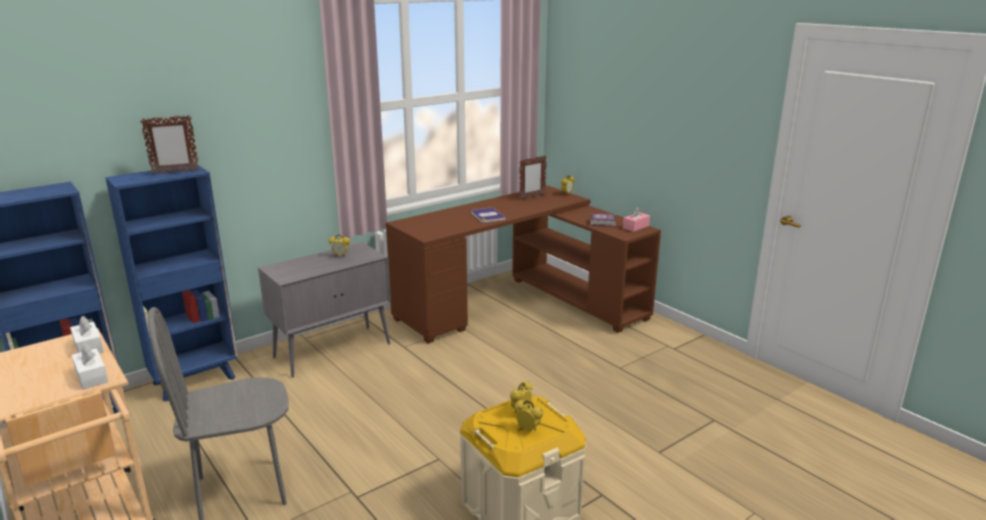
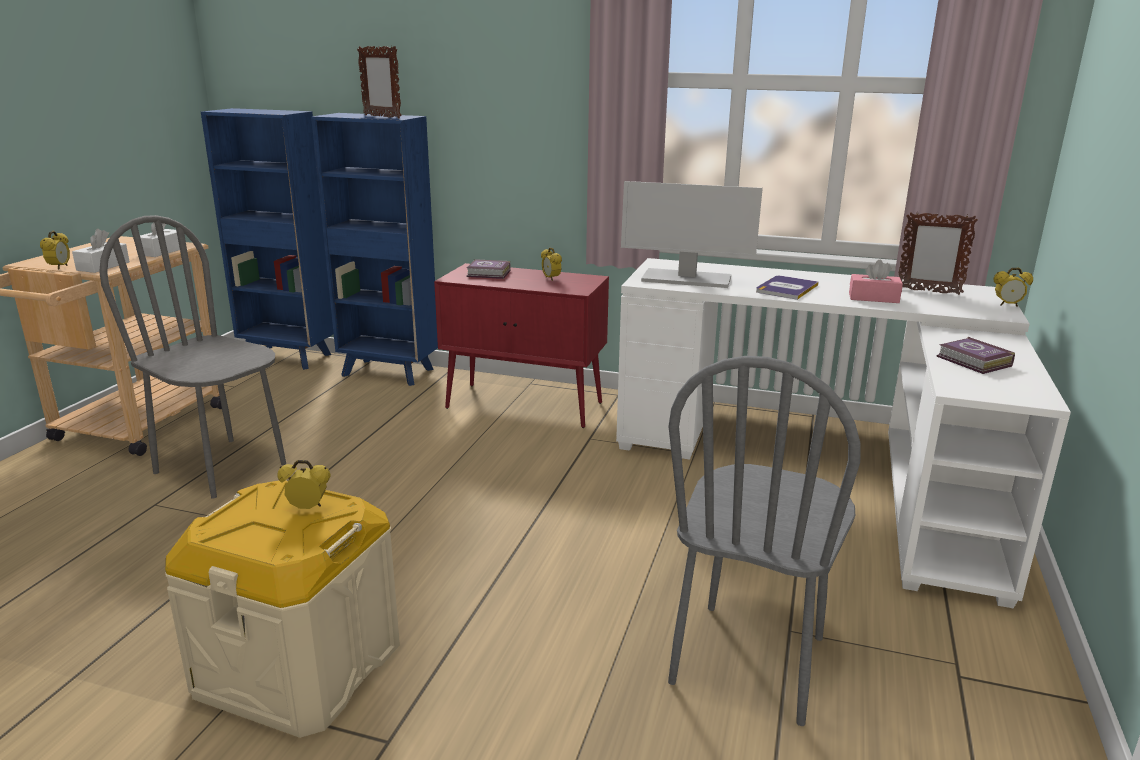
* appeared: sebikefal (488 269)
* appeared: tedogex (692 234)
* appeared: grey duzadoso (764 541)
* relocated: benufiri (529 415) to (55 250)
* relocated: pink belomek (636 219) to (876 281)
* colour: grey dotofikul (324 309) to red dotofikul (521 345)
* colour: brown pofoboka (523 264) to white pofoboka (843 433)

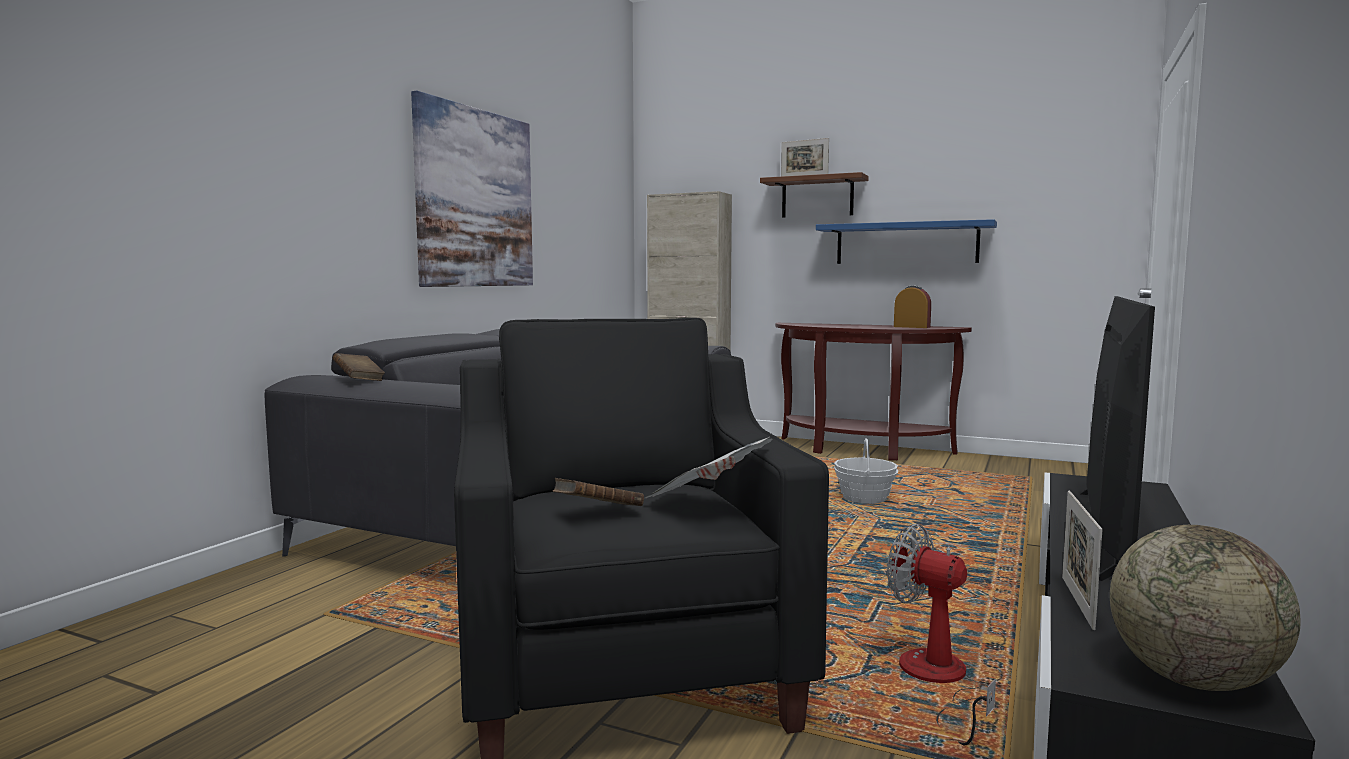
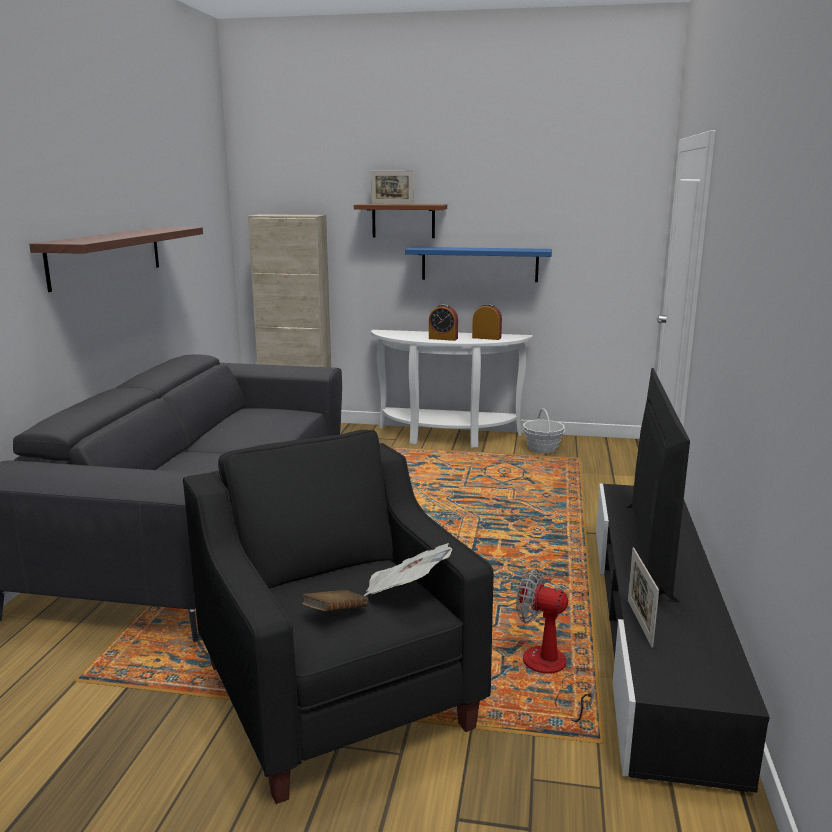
* missing: brown sebikefal (359 367)
* missing: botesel (1205 608)
* appeared: benufiri (443 322)
* relocated: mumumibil (866 471) to (544 430)
* exchanged: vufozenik (472 189) to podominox (116 259)
* colour: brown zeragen (873 391) to white zeragen (452 389)

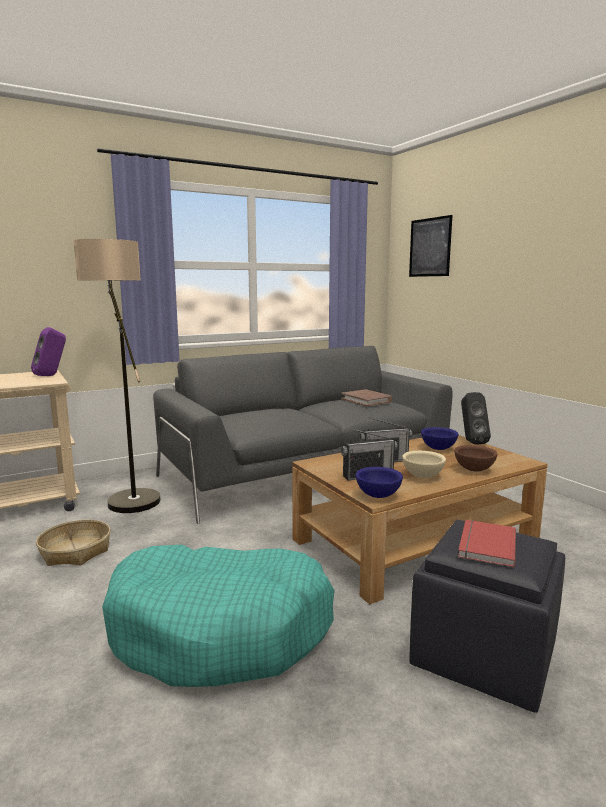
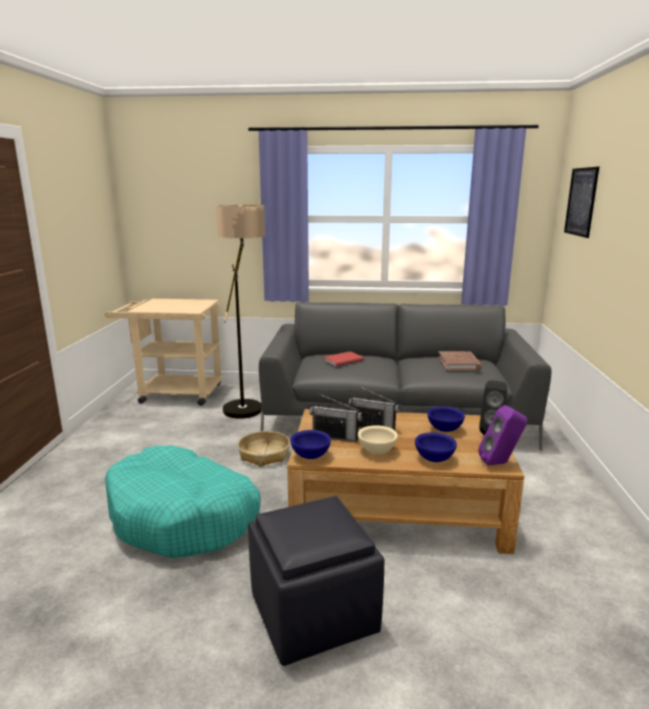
* relocated: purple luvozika (48 351) to (502 435)
* relocated: mumumibil (73 543) to (264 449)
* relocated: red sebikefal (487 543) to (343 359)
* colour: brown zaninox (475 458) to blue zaninox (436 447)

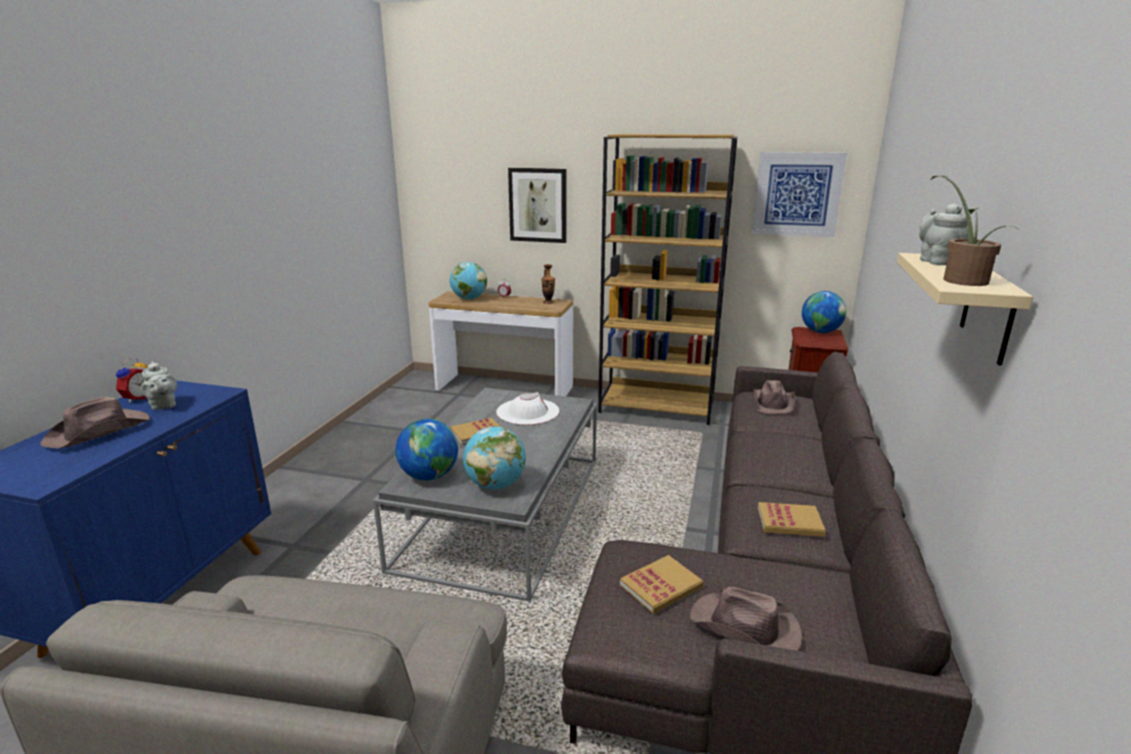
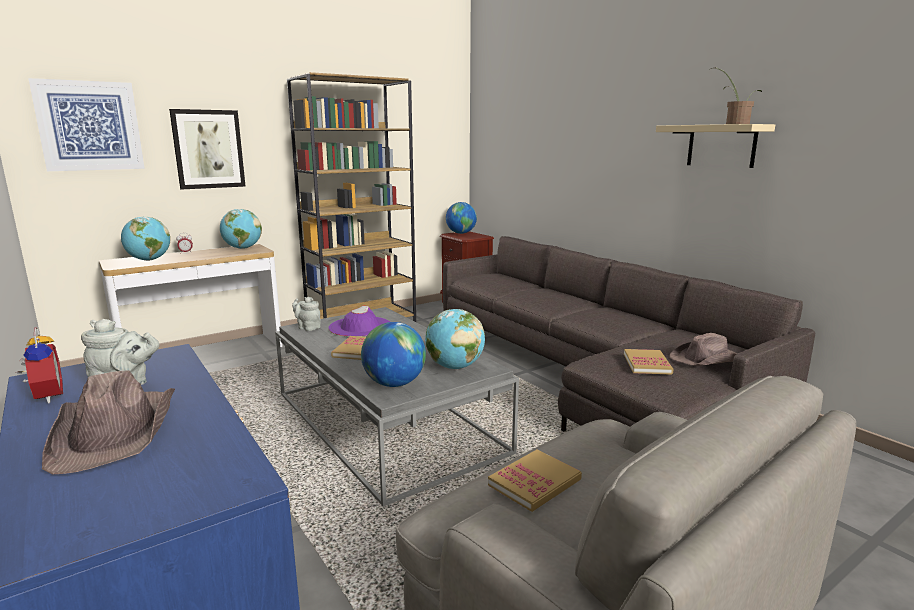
* missing: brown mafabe (774 397)
* relocated: vufozenik (799 194) to (86 124)
* relocated: sebikefal (792 519) to (535 480)
* relocated: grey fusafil (943 234) to (306 314)
* exchanged: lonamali (548 284) to botesel (241 229)
* colour: white mafabe (527 408) to purple mafabe (359 321)

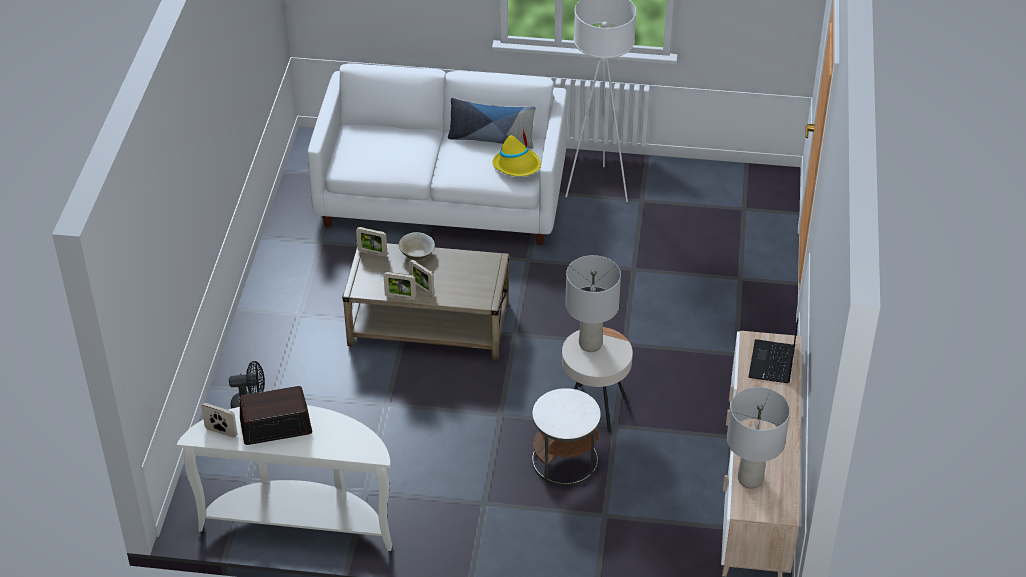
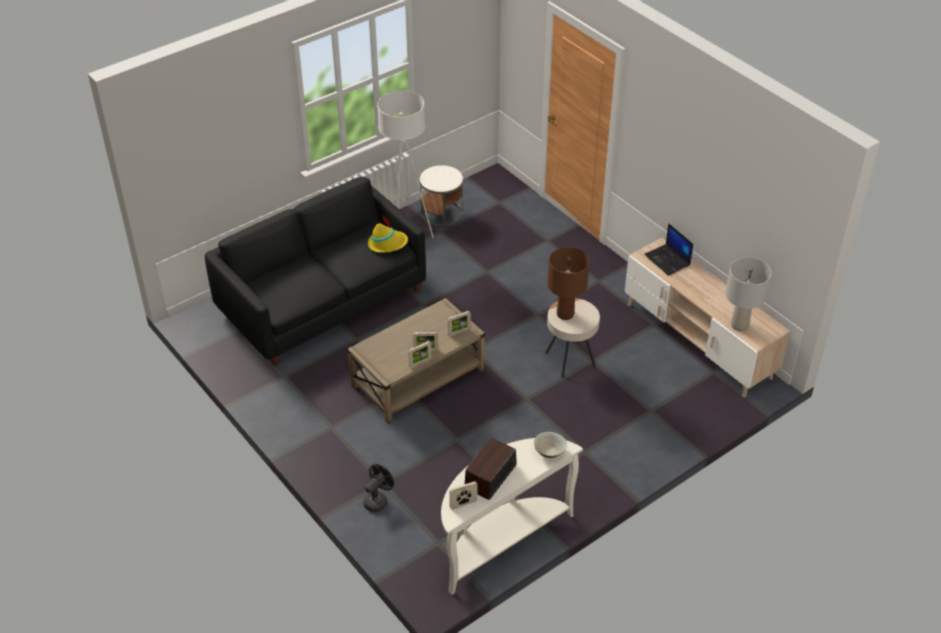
* missing: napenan (492 123)
* relocated: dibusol (371 242) to (459 323)
* relocated: beige zaninox (417 246) to (550 445)
* relocated: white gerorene (566 437) to (441 196)
* colour: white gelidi (437 154) to black gelidi (315 271)
* colour: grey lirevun (593 303) to brown lirevun (569 283)

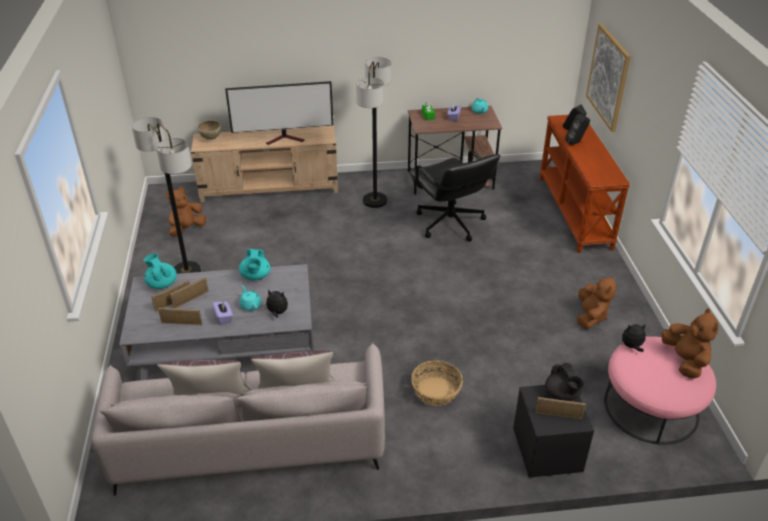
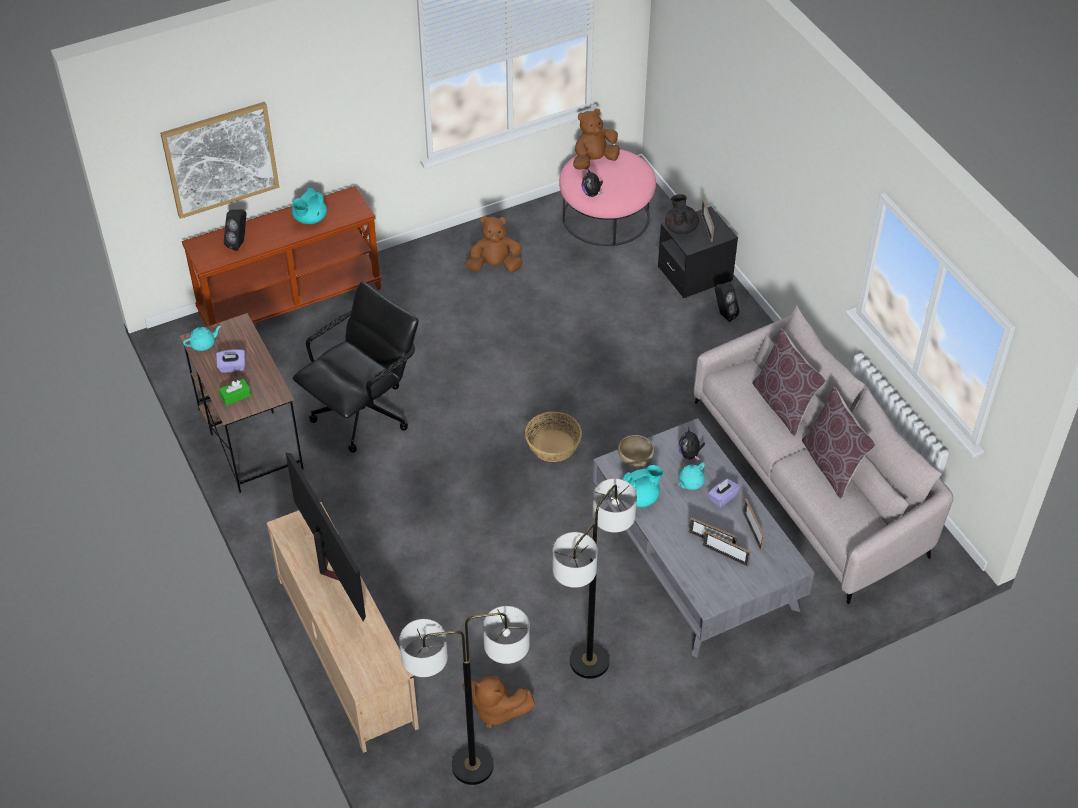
* relocated: turquoise fusafil (160 271) to (309 206)
* relocated: brown zaninox (210 130) to (636 451)
* relocated: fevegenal (373 132) to (464 695)
* relocated: mumumibil (437 383) to (553 437)
* relocated: black luvozika (577 129) to (727 302)
* spun: black fusafil (564 382) = (682 214) 60 degrees counterclockwise

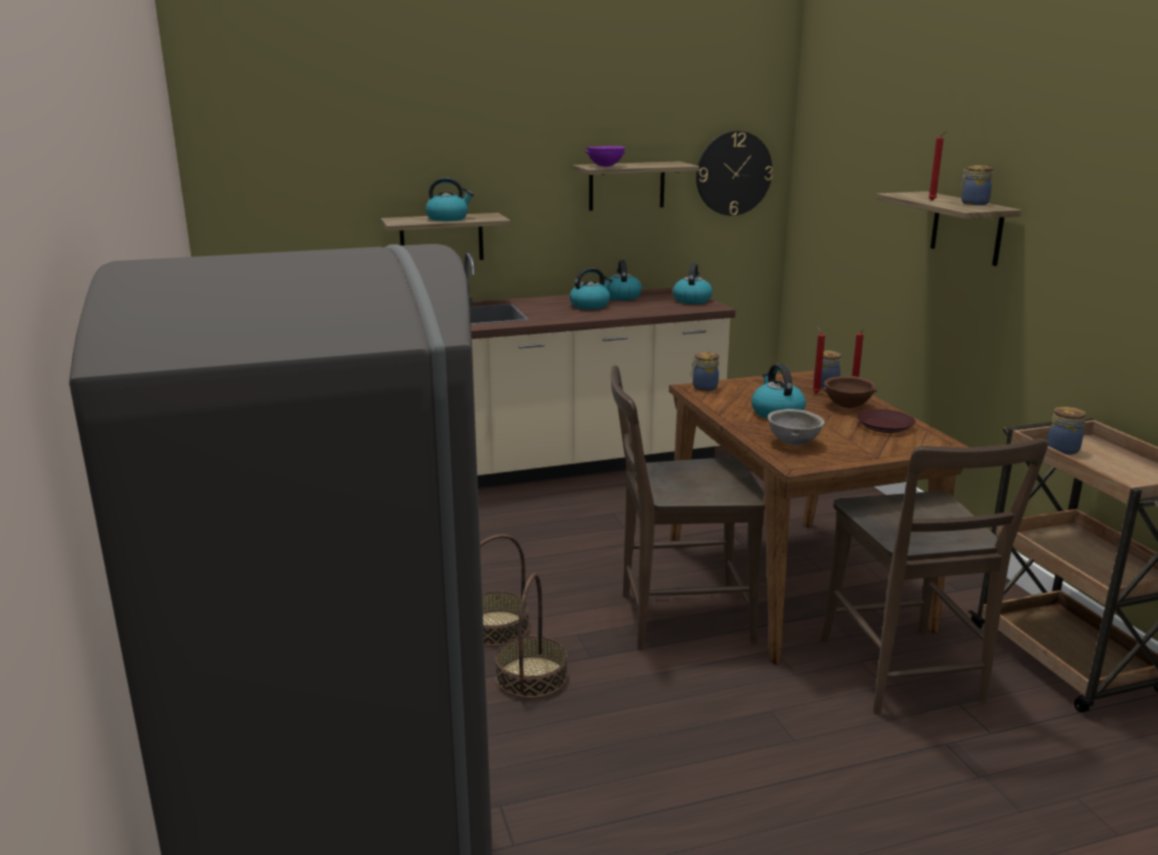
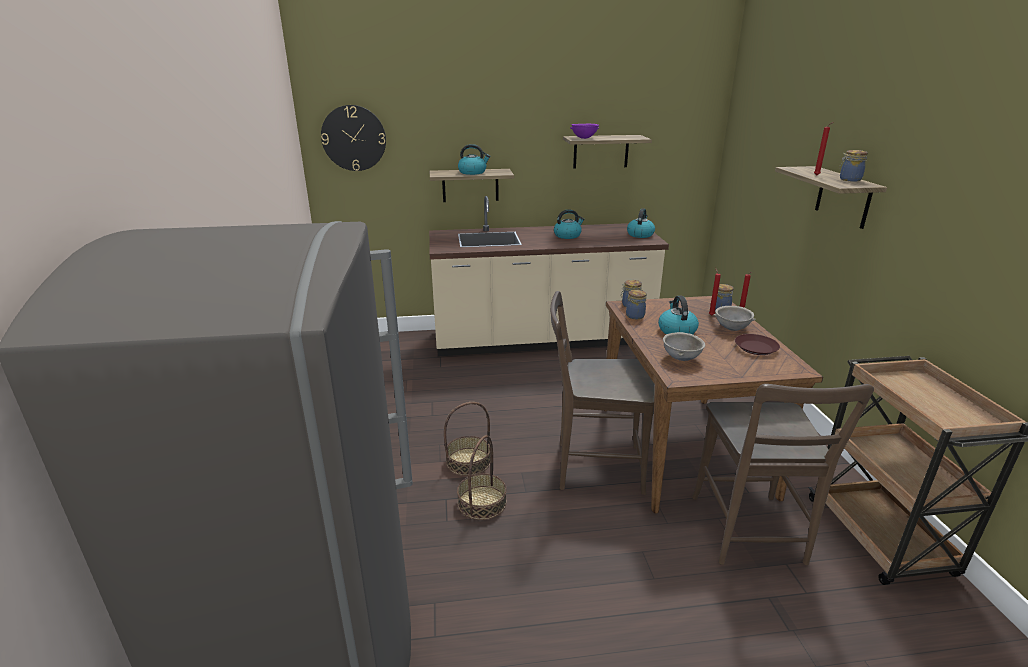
* missing: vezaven (625 280)
* relocated: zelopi (734 173) to (353 138)
* relocated: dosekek (1066 431) to (636 304)
* colour: brown zaninox (850 392) to grey zaninox (735 318)

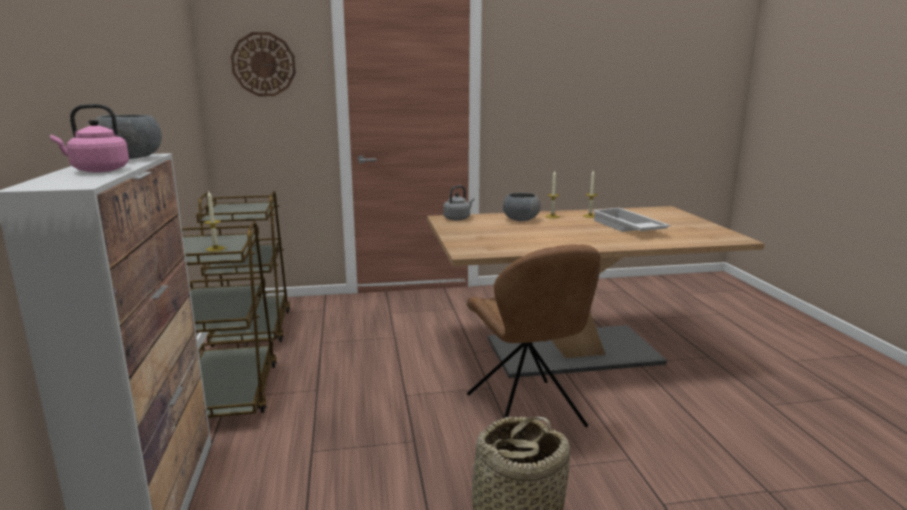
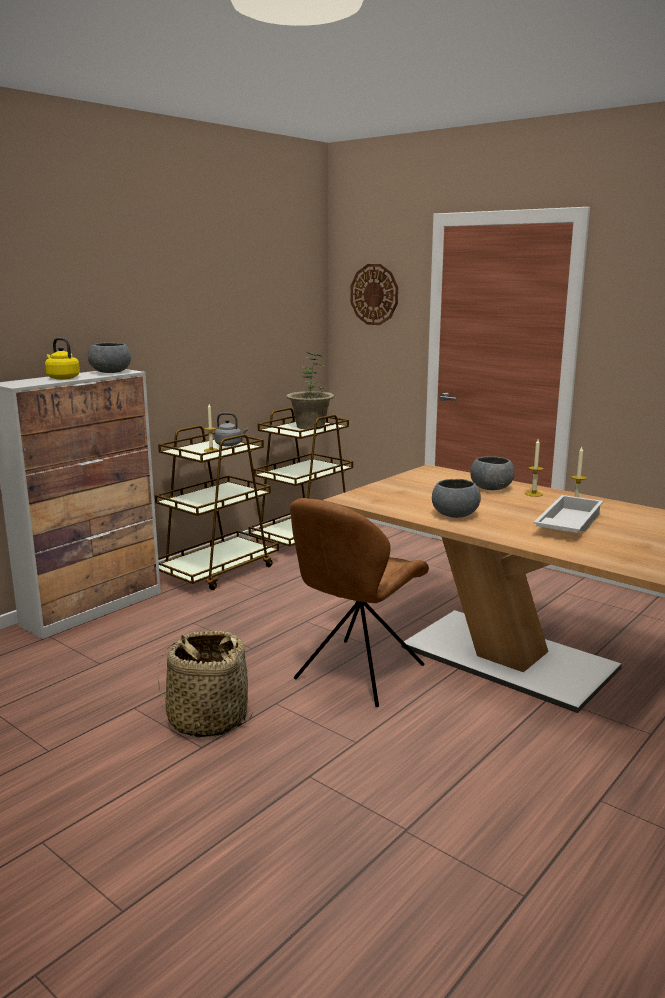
* appeared: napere (310 391)
* appeared: grey zaninox (456 498)
* relocated: grey vezaven (458 203) to (231 429)
* colour: pink vezaven (89 138) to yellow vezaven (62 359)

